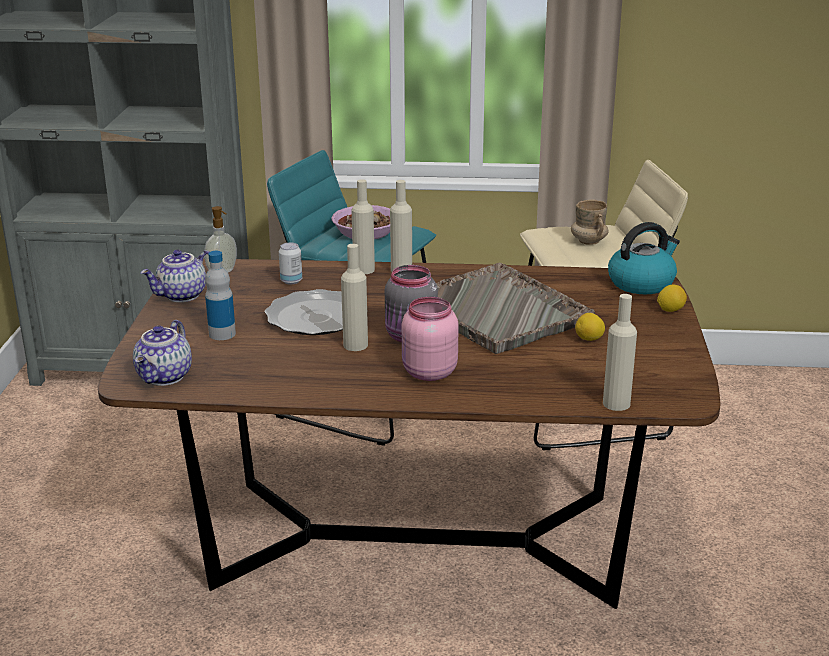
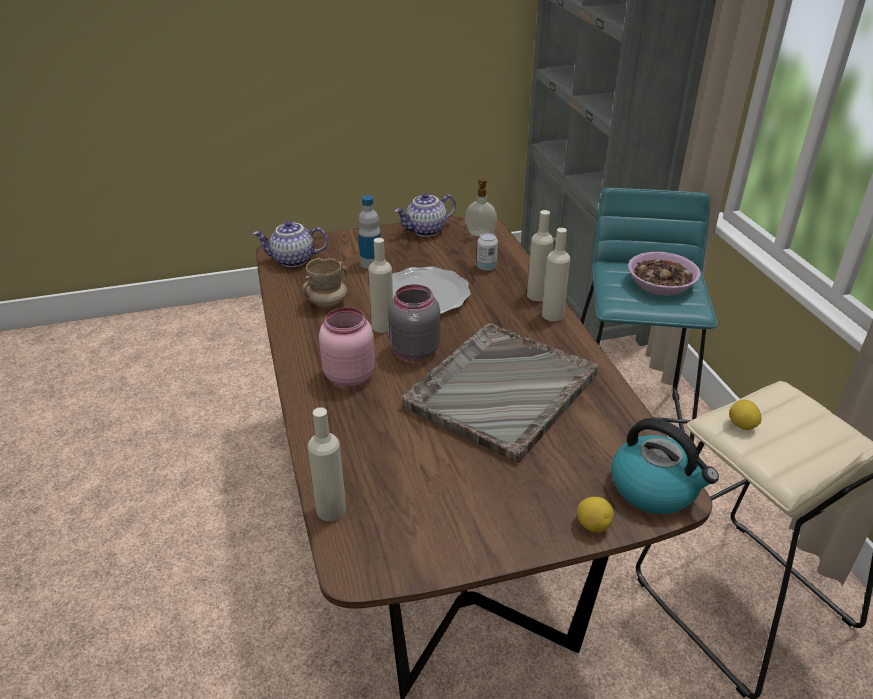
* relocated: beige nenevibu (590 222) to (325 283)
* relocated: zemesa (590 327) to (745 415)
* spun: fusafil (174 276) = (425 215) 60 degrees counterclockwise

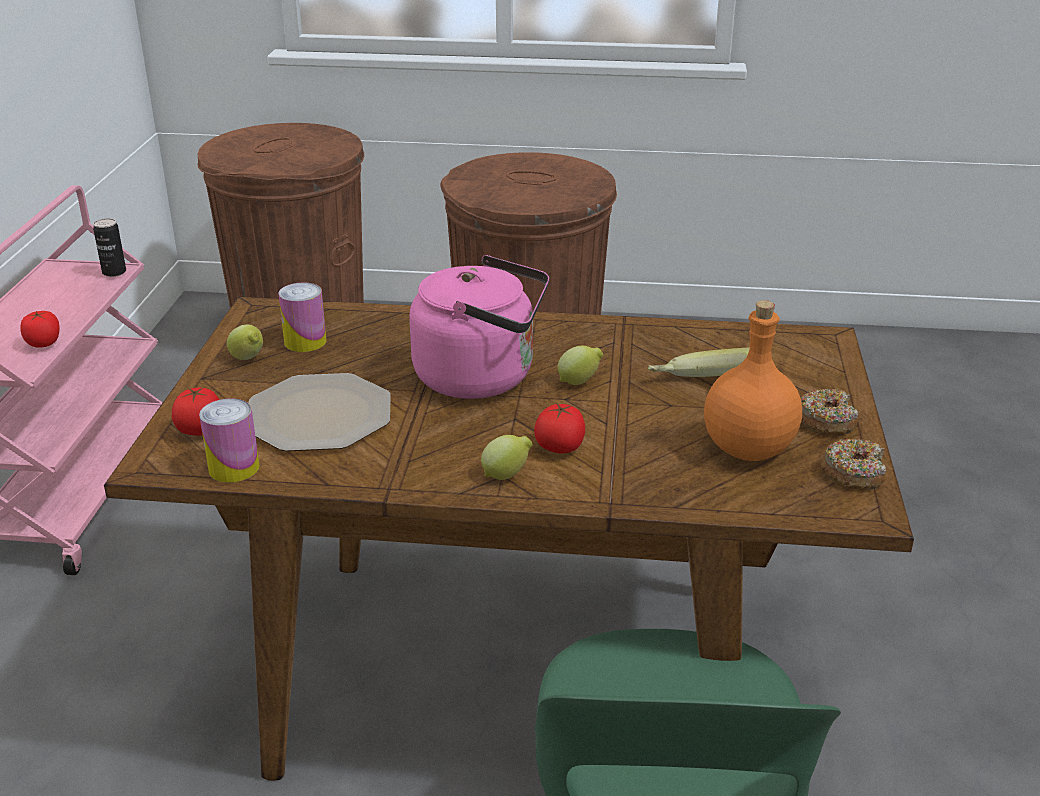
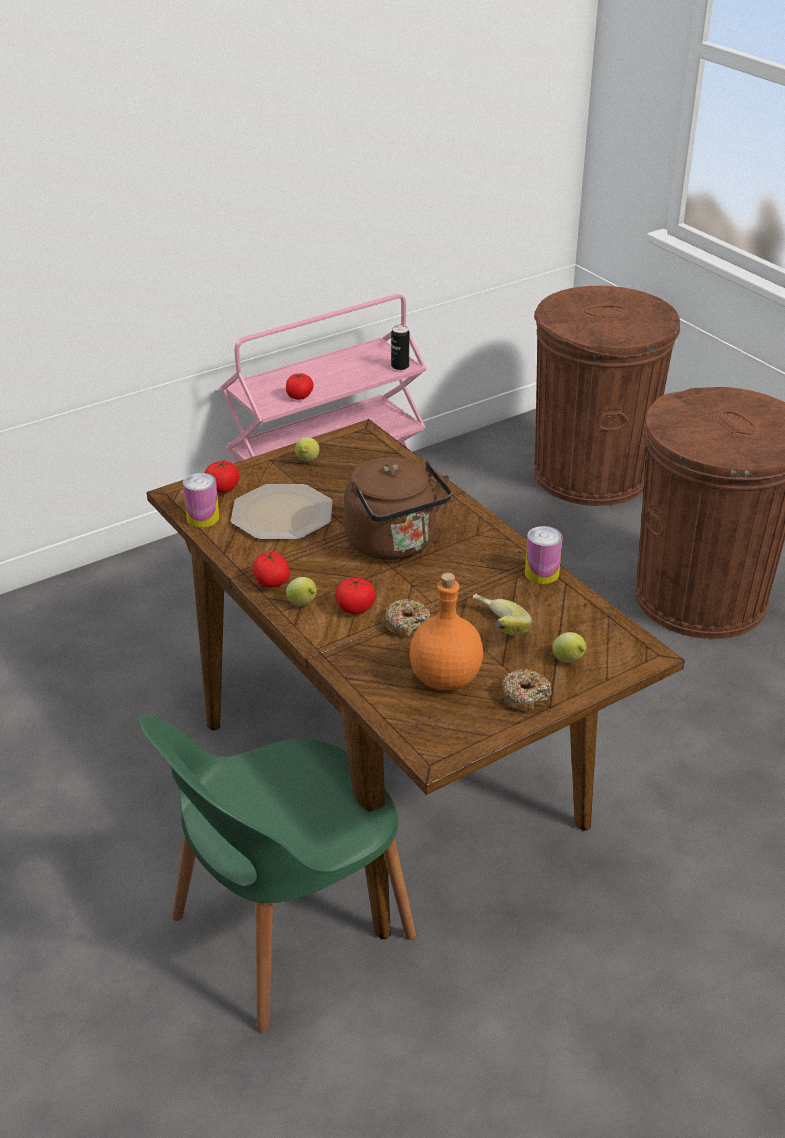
* appeared: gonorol (271 569)
* relocated: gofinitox (302 317) to (544 555)
* relocated: zemesa (580 365) to (569 647)
* relocated: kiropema (853 464) to (407 618)
* colour: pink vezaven (479 327) to brown vezaven (398 508)

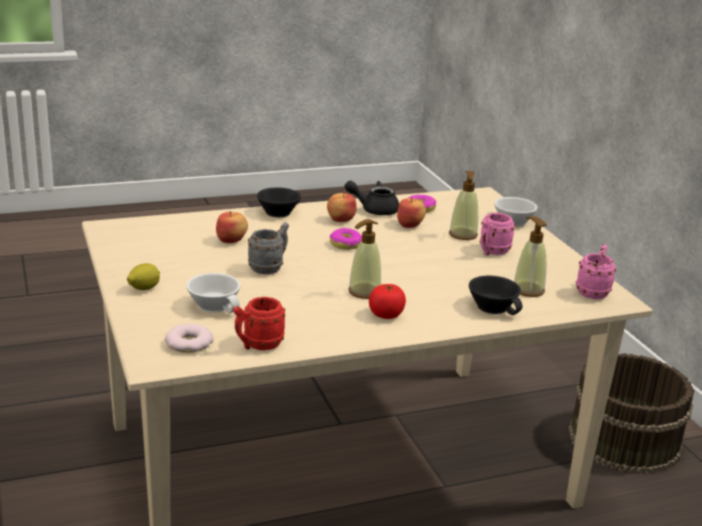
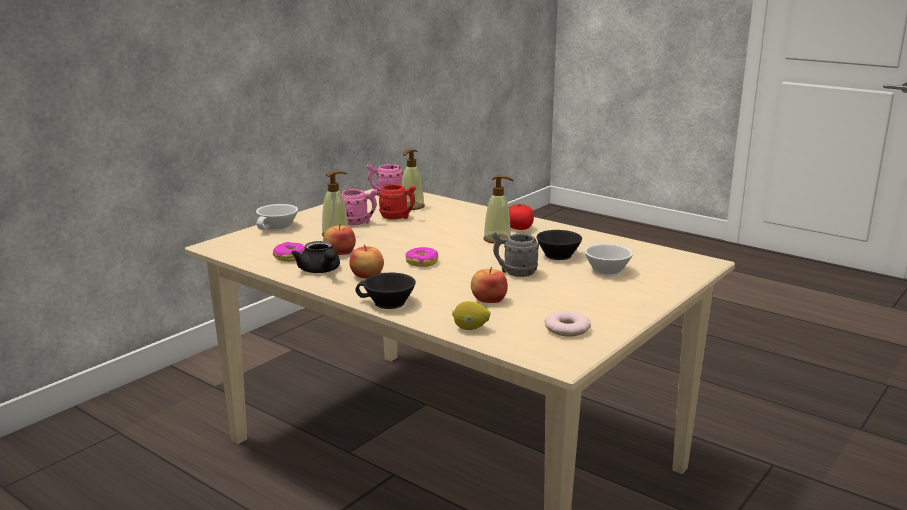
* missing: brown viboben (631 413)
* relocated: zemesa (143 276) to (471 315)
* relocated: kiropema (189 338) to (568 323)
* relocated: red nenevibu (259 323) to (397 202)
* relocated: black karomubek (496 295) to (559 245)

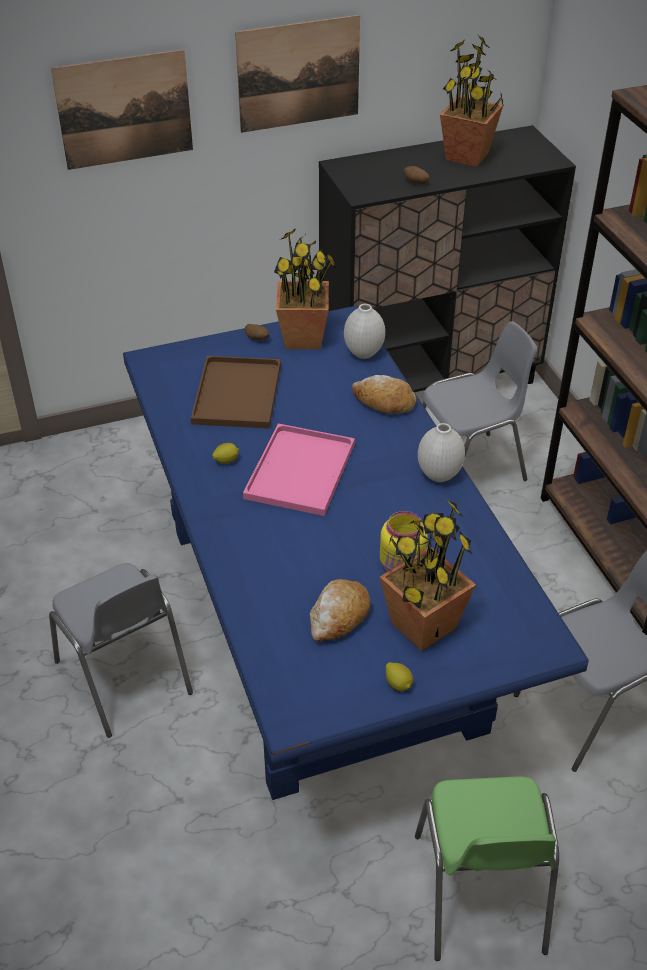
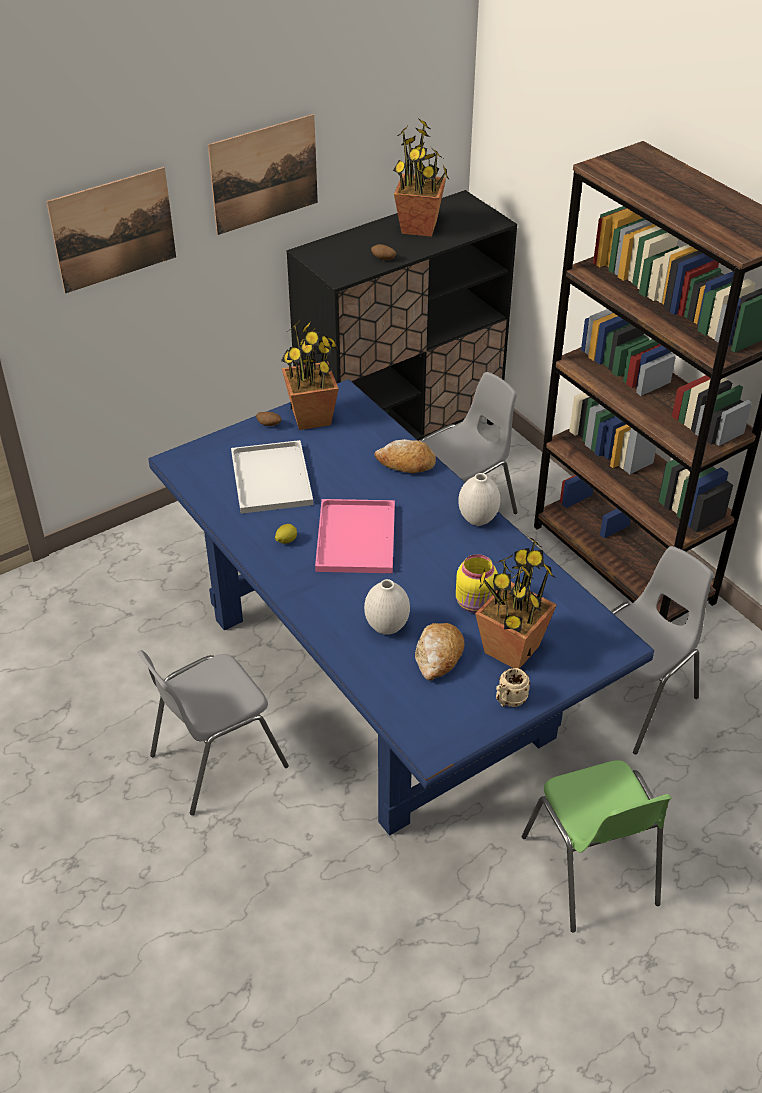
* relocated: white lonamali (364 331) to (387 607)
* exchanged: zemesa (399 676) to beige nenevibu (513 687)
* colour: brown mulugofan (236 392) to white mulugofan (272 477)
* spun: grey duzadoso (121 650) = (213 732) 105 degrees clockwise

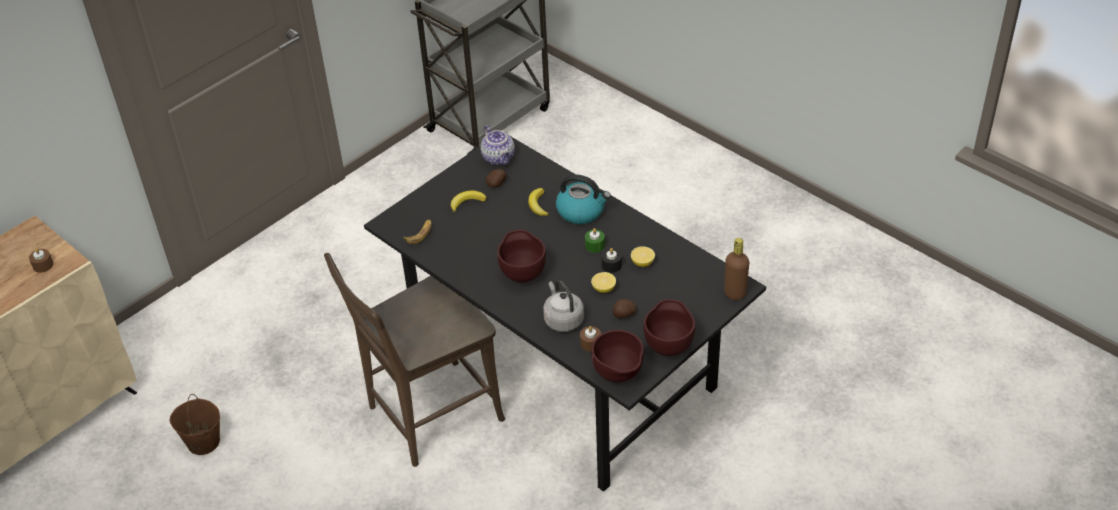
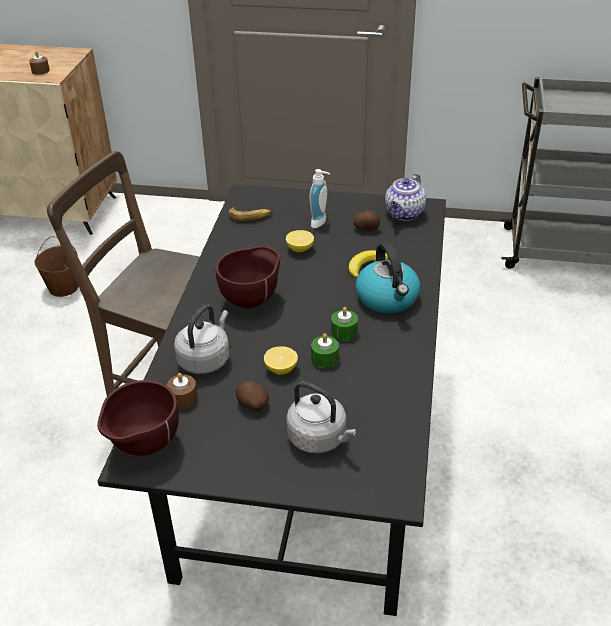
* missing: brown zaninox (669 327)
* missing: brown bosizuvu (736 269)
* appeared: grey vezaven (321 417)
* relocated: zemesa (643 256) to (300 241)
* exchanged: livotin (468 201) to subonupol (319 198)
* colour: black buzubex (612 260) to green buzubex (325 350)

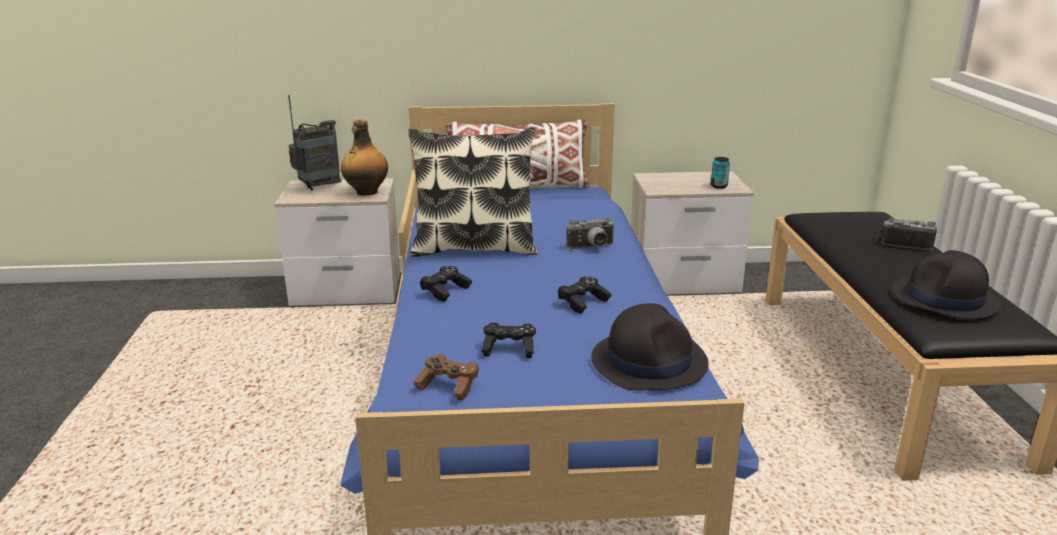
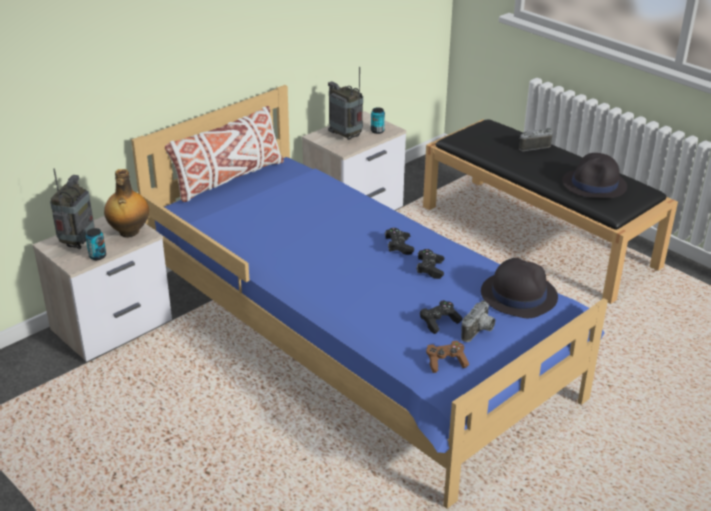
* missing: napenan (473 192)
* appeared: gofinitox (96 244)
* appeared: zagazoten (345 103)
* relocated: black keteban (446 284) to (399 241)
* relocated: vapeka (591 233) to (478 321)

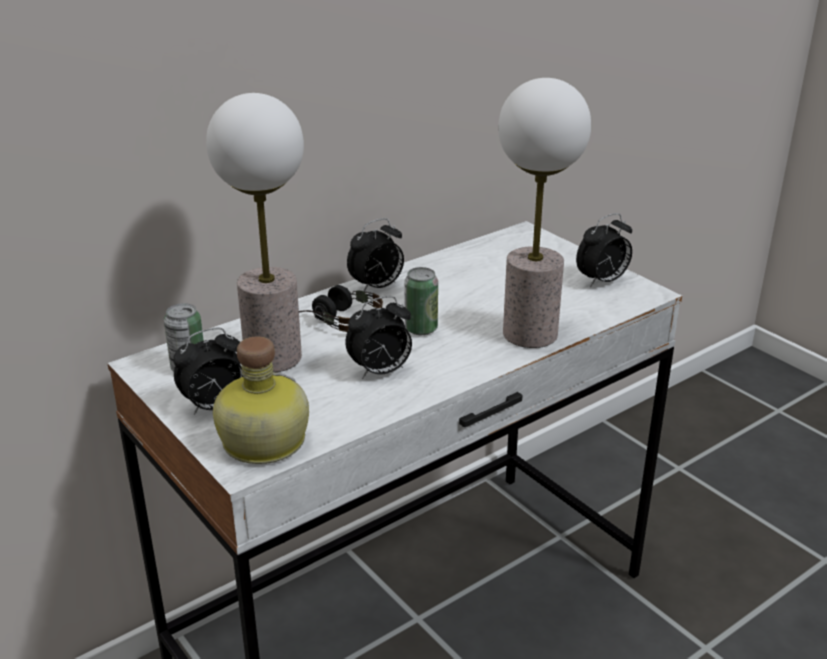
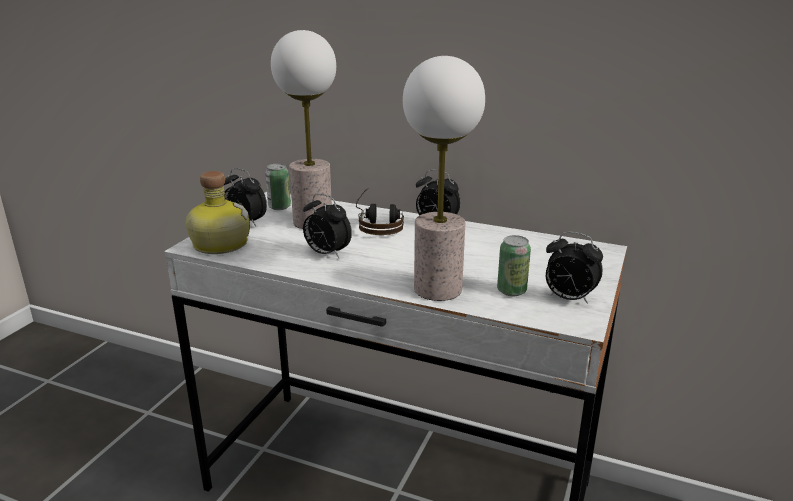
* relocated: gofinitox (421 301) to (514 265)

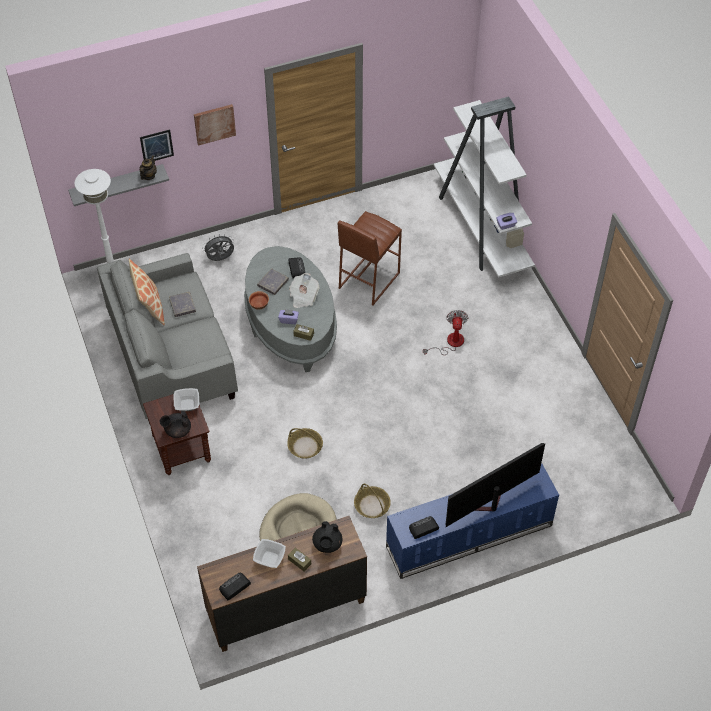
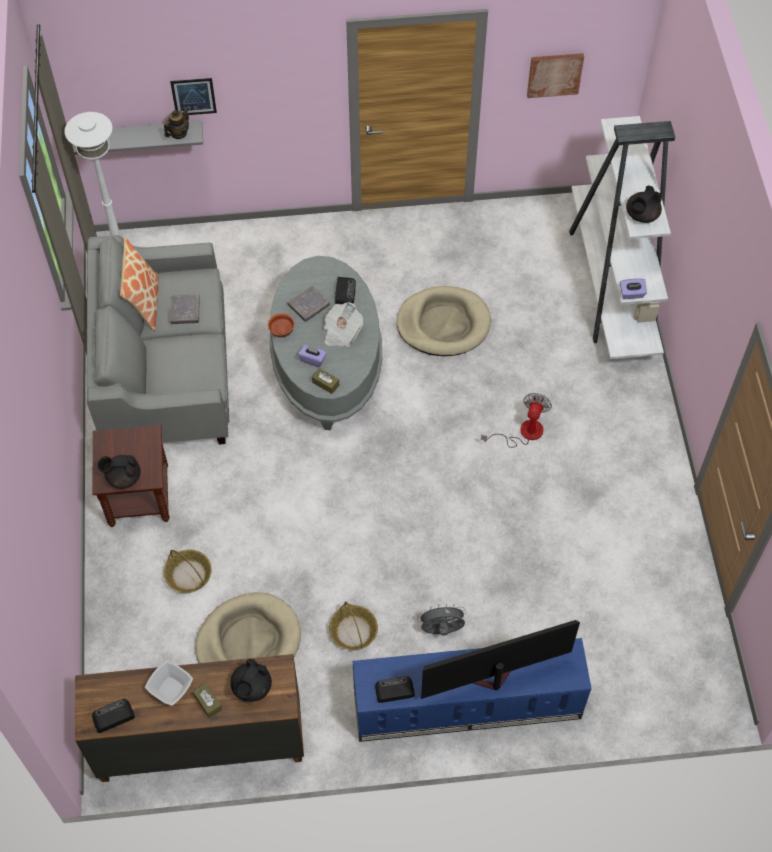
* missing: zaninox (186 399)
* appeared: black fusafil (644 204)
* relocated: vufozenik (215 125) to (555 75)
* relocated: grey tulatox (218 247) to (442 619)
* relocated: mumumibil (305 443) to (188 571)
* exchanged: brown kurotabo (370 258) to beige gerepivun (444 321)

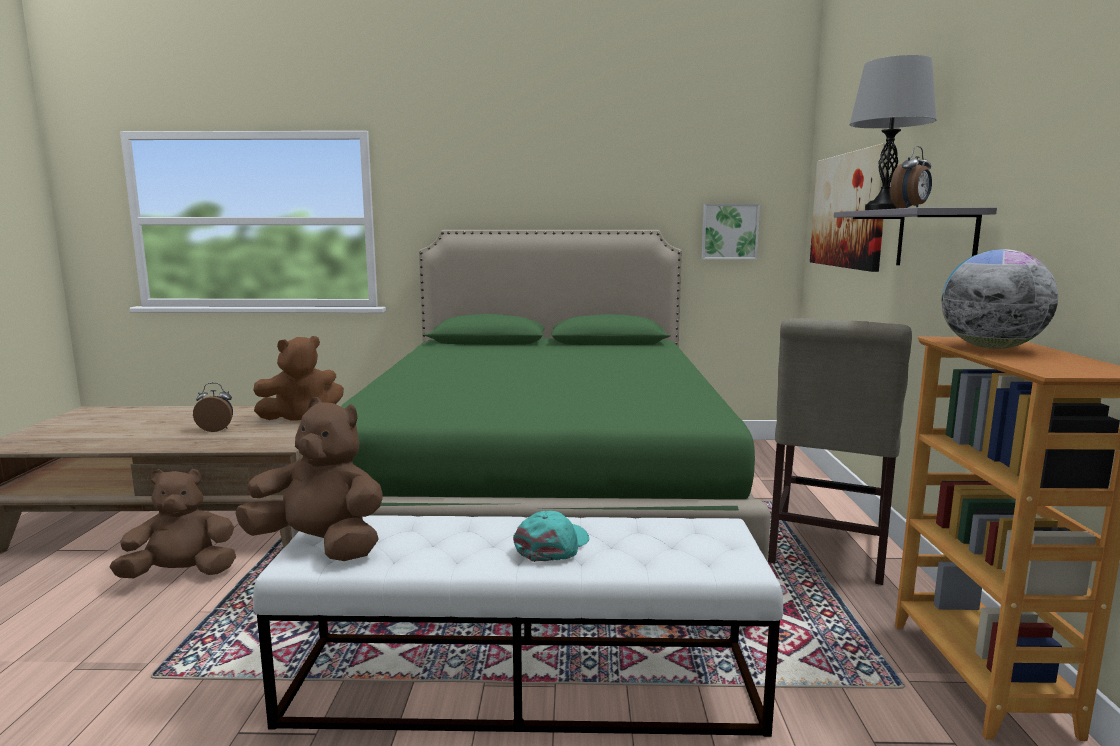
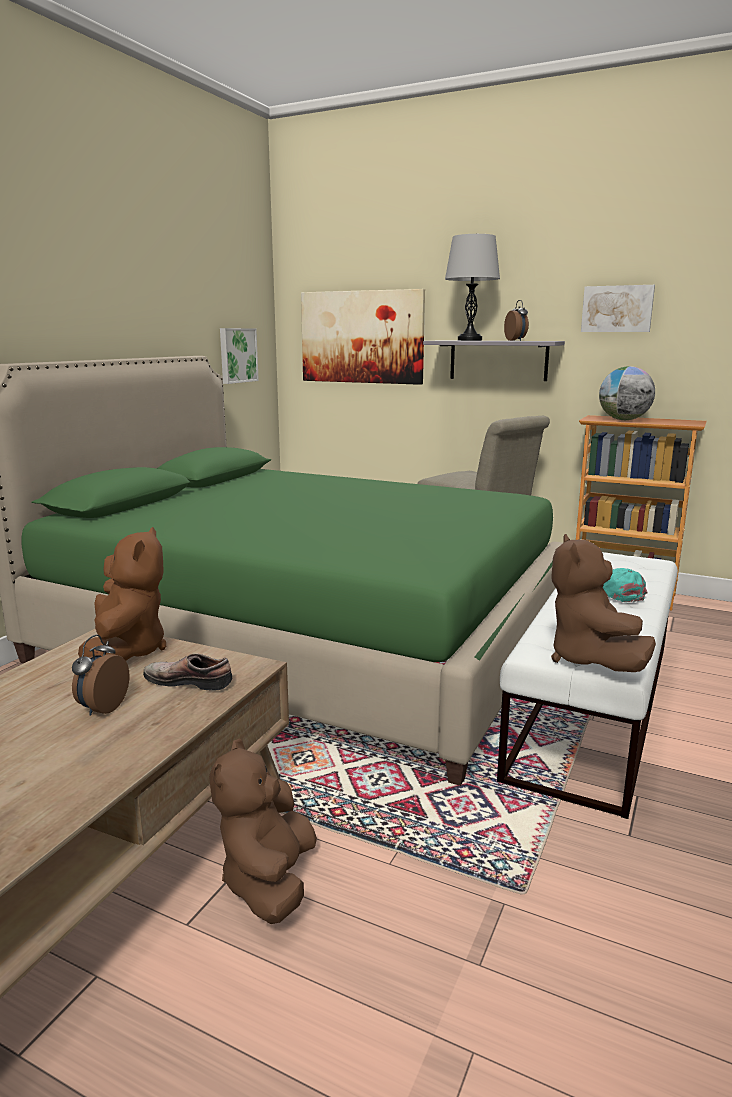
* appeared: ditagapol (187 672)
* appeared: vufozenik (618 308)
* spun: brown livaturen (309 479) = (603 603) 45 degrees counterclockwise

